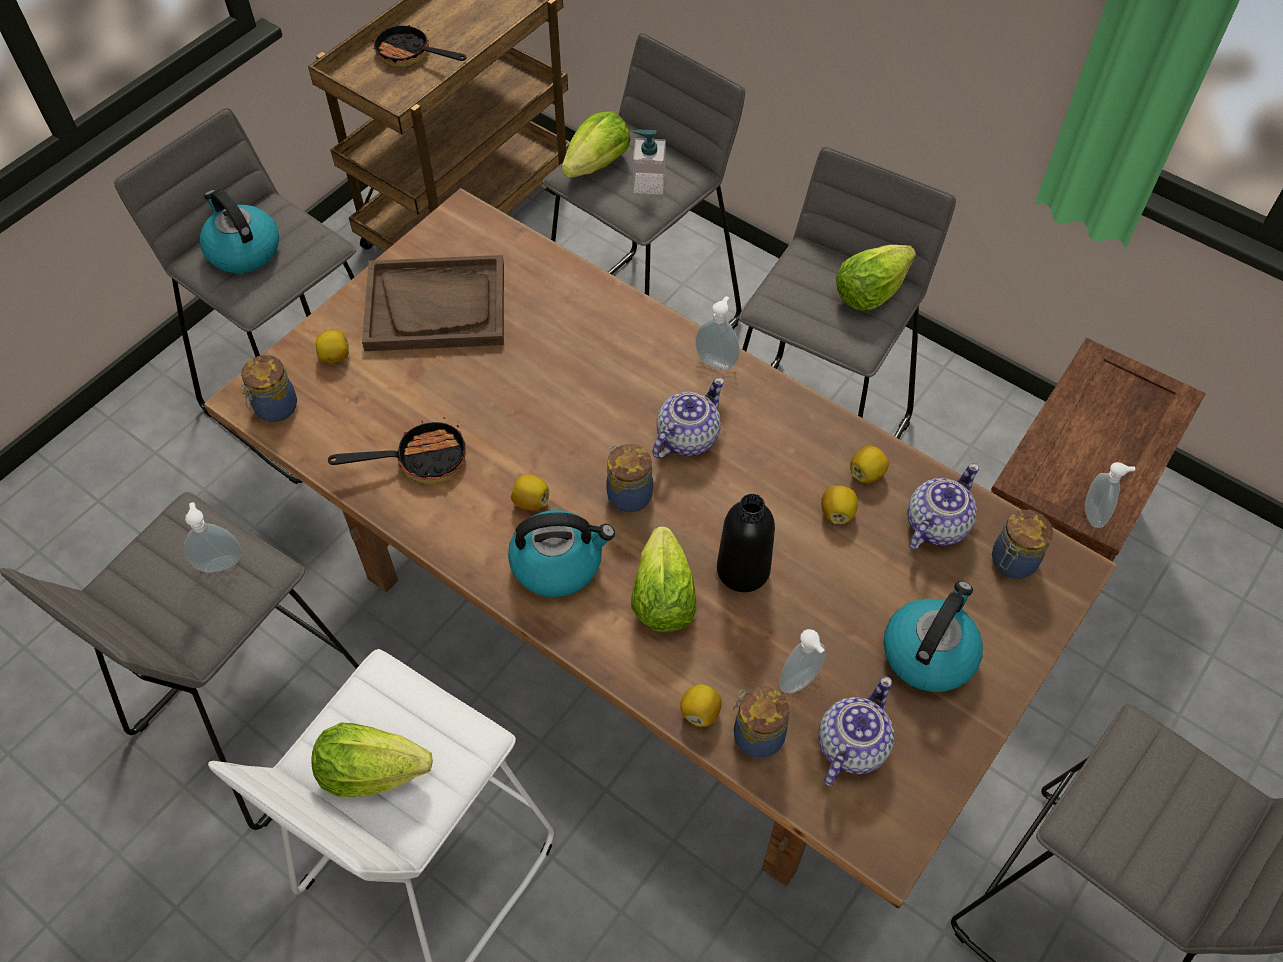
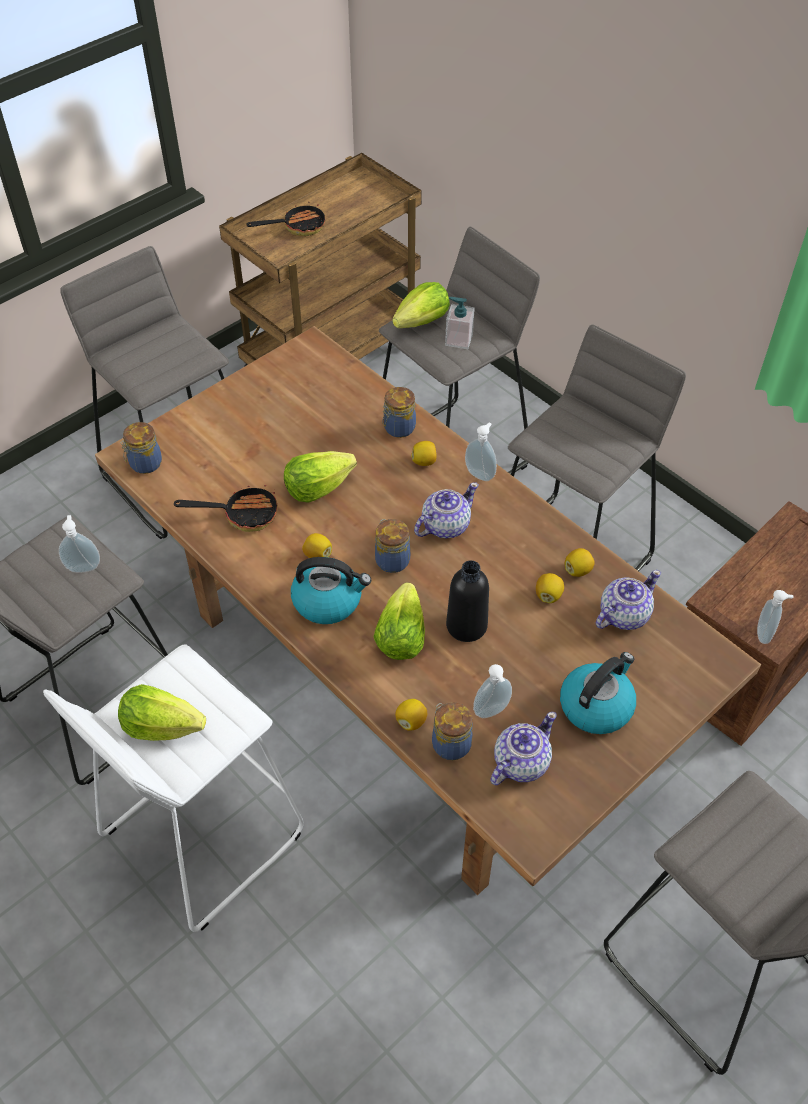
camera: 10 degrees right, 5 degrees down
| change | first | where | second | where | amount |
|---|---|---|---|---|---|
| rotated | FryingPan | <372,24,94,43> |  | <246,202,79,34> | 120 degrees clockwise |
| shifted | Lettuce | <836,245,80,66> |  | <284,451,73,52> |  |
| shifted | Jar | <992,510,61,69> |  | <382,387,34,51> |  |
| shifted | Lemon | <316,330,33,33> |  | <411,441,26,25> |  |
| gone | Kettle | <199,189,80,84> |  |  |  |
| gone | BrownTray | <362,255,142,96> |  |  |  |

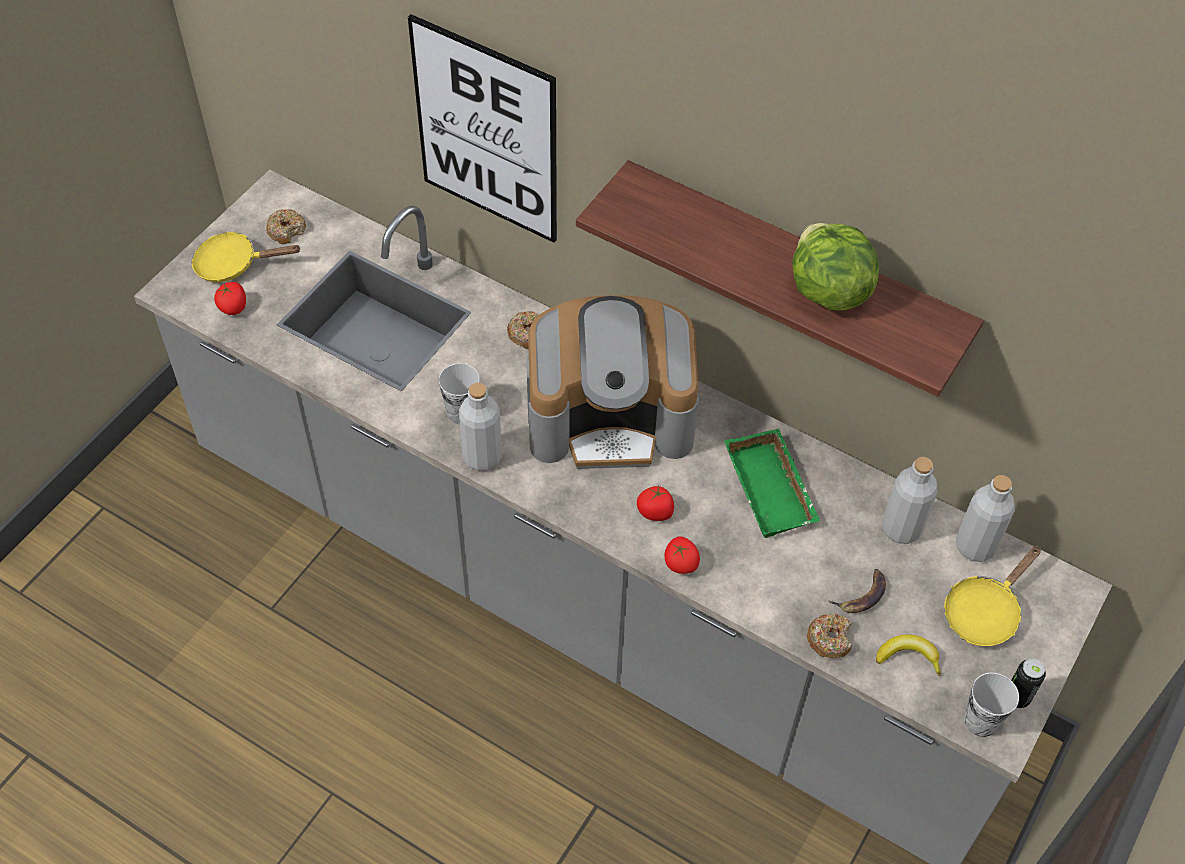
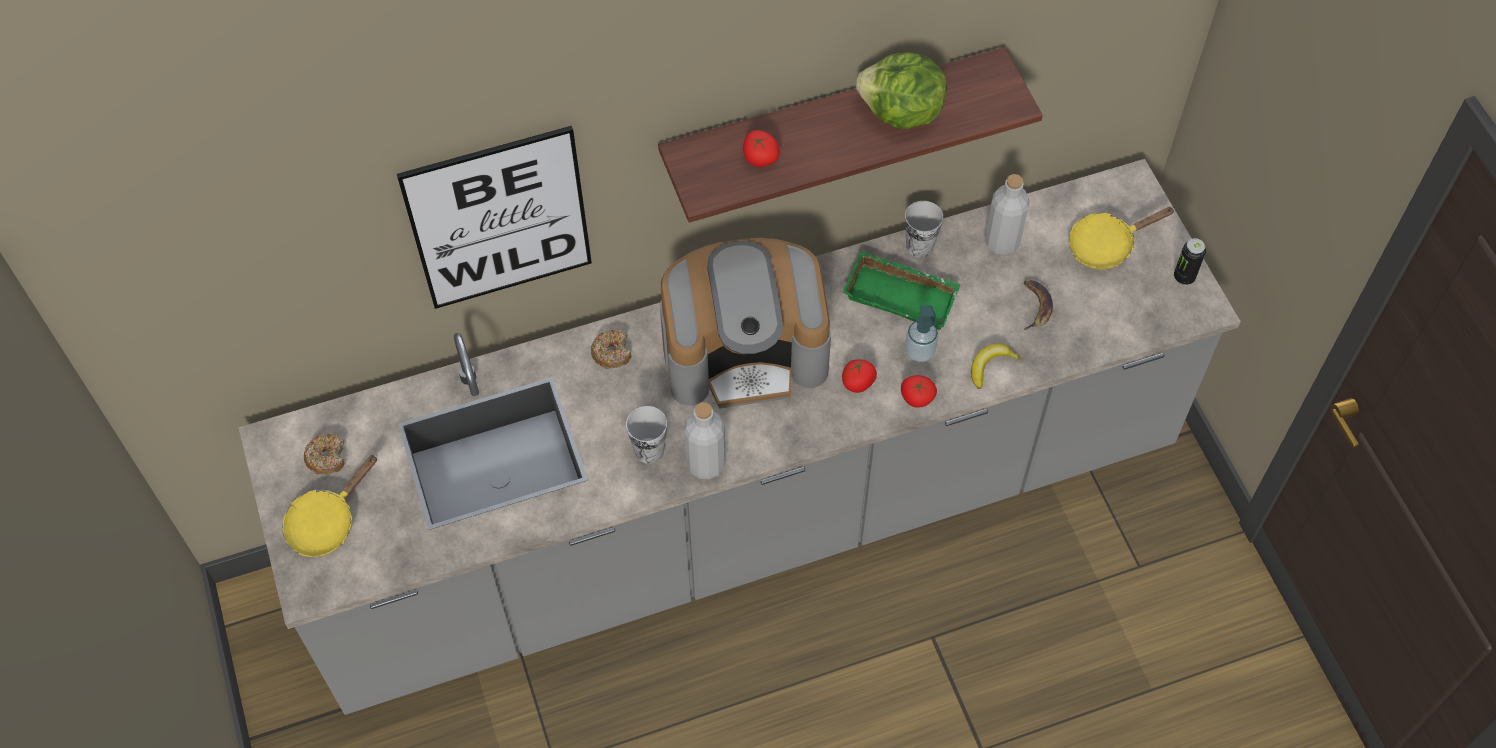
camera: 50 degrees left, 5 degrees up
| change | first | where | second | where | amount |
|---|---|---|---|---|---|
| rotated | CoffeeMachine | <526,295,173,174> |  | <660,238,171,171> | 45 degrees clockwise |
| shifted | Tomato | <214,282,32,33> |  | <743,130,37,37> |  |
| shifted | Cup | <964,672,55,65> |  | <905,201,38,57> |  |
| new |  |  | SoapDispenser | <905,305,33,57> |  |
| shifted | Banana | <876,634,65,42> |  | <971,343,50,46> |  |
| rotated | YellowFryingPan | <944,546,97,100> |  | <1068,207,107,62> | 75 degrees clockwise |
| gone | Donut | <807,614,45,44> |  |  |  |
| gone | GreyBottle | <956,475,59,87> |  |  |  |

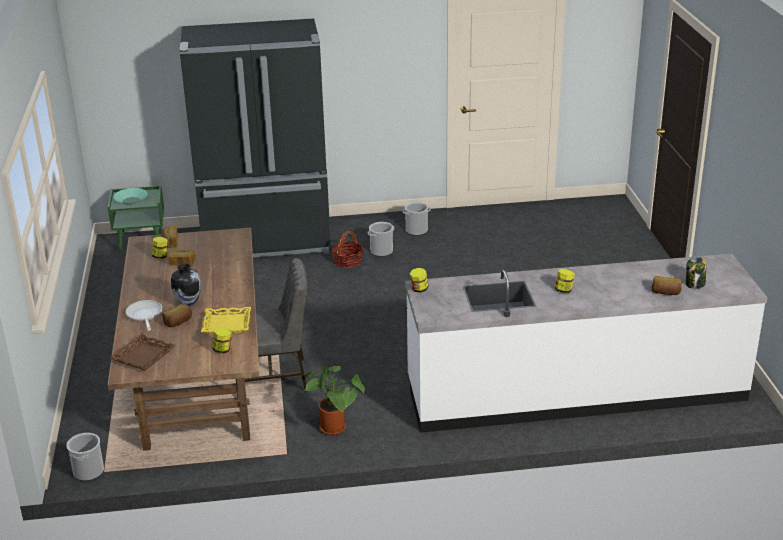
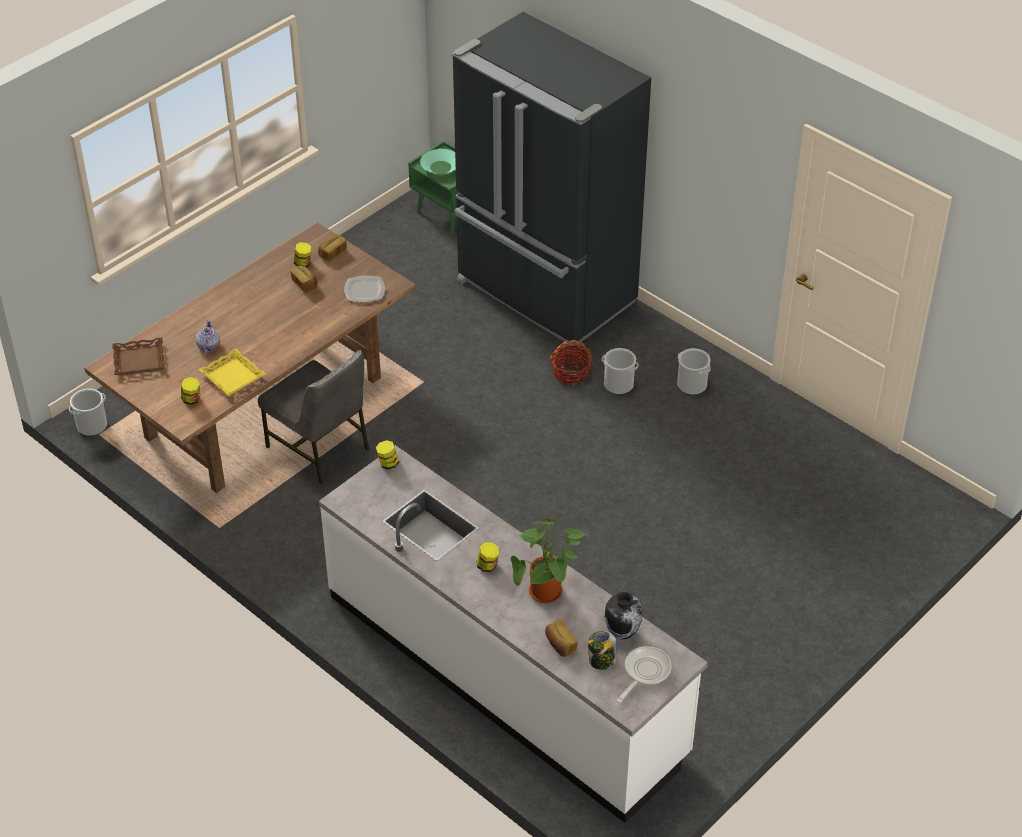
camera: 50 degrees right, 15 degrees up
| change | first | where | second | where | amount |
|---|---|---|---|---|---|
| swapped | Bread | <162,304,30,23> | Teapot | <196,320,24,34> |  |
| new |  |  | Plate | <344,275,41,27> |  |
| shifted | PottedPlant | <305,365,60,70> |  | <511,518,74,85> |  |
| shifted | Vase | <171,263,30,44> |  | <605,592,37,48> |  |
| shifted | FryingPan | <126,300,36,31> |  | <617,646,55,57> |  |

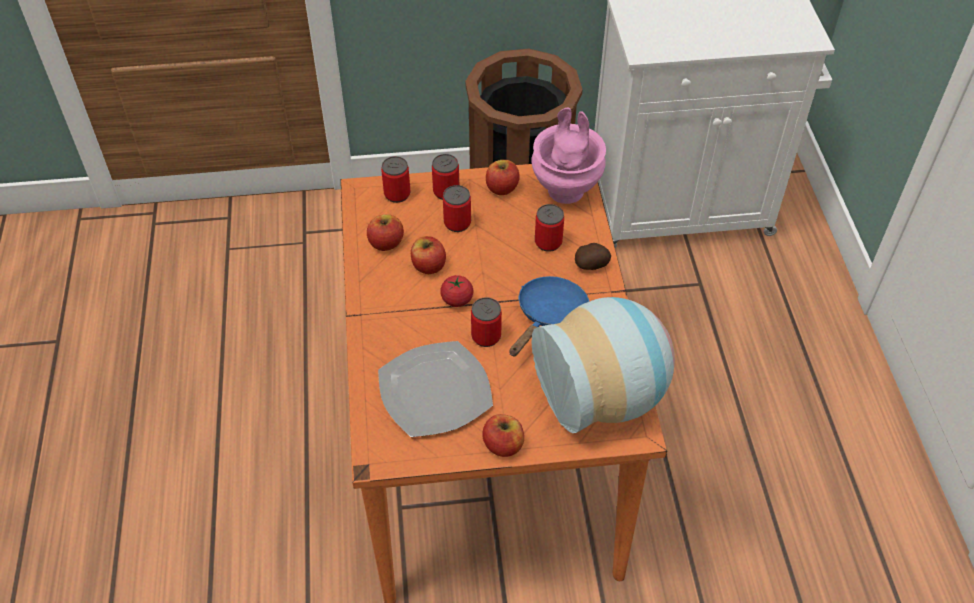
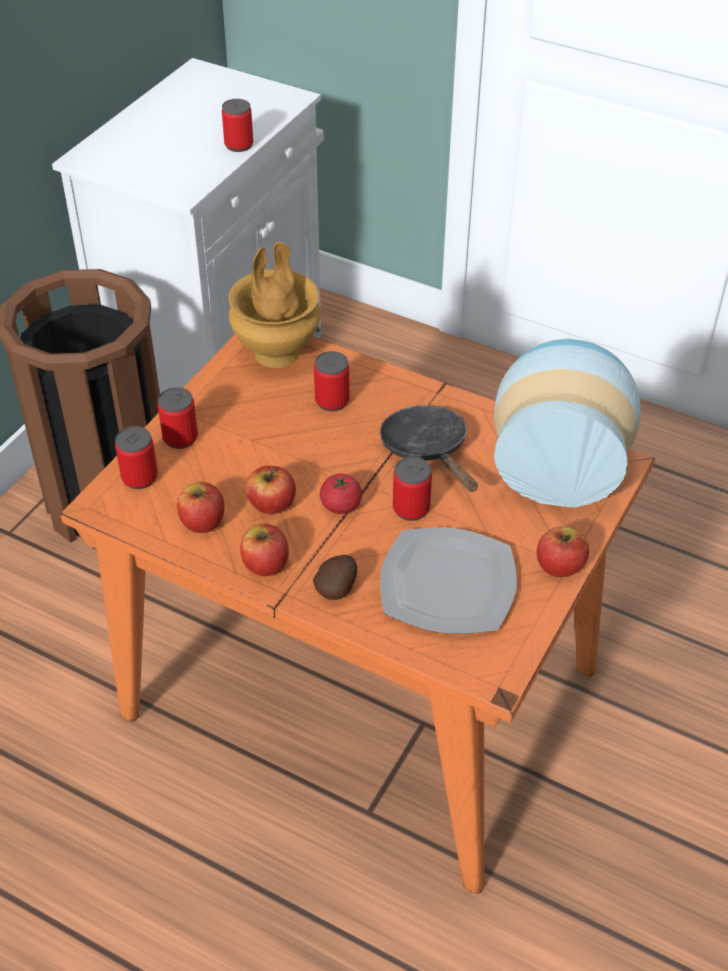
camera: 55 degrees left, 5 degrees down
| change | first | where | second | where | amount |
|---|---|---|---|---|---|
| shifted | Can | <443,185,28,47> |  | <222,99,31,53> |  |
| repainted | PinkVase | <531,108,75,96> | BrownVase | <229,242,92,126> |  |
| shifted | Apple | <486,160,34,35> |  | <240,523,49,53> |  |
| shifted | Potato | <575,243,36,27> |  | <313,555,44,45> |  |
| repainted | BlueFryingPan | <509,276,80,80> | BlackFryingPan | <380,405,98,87> |  |

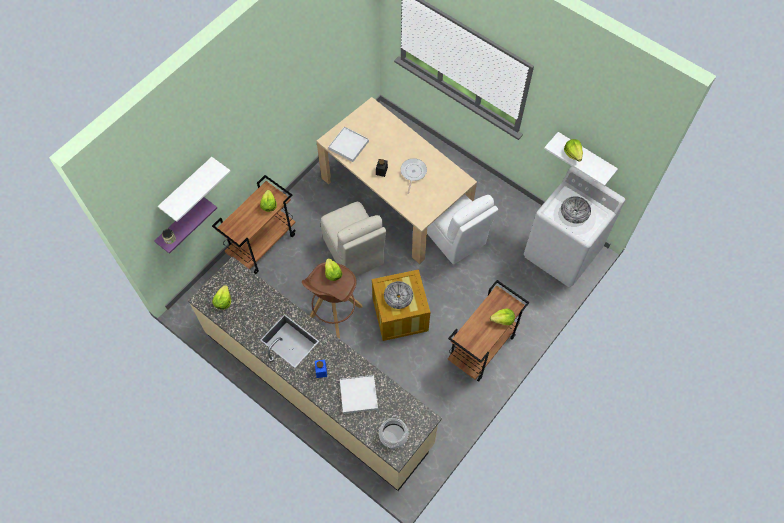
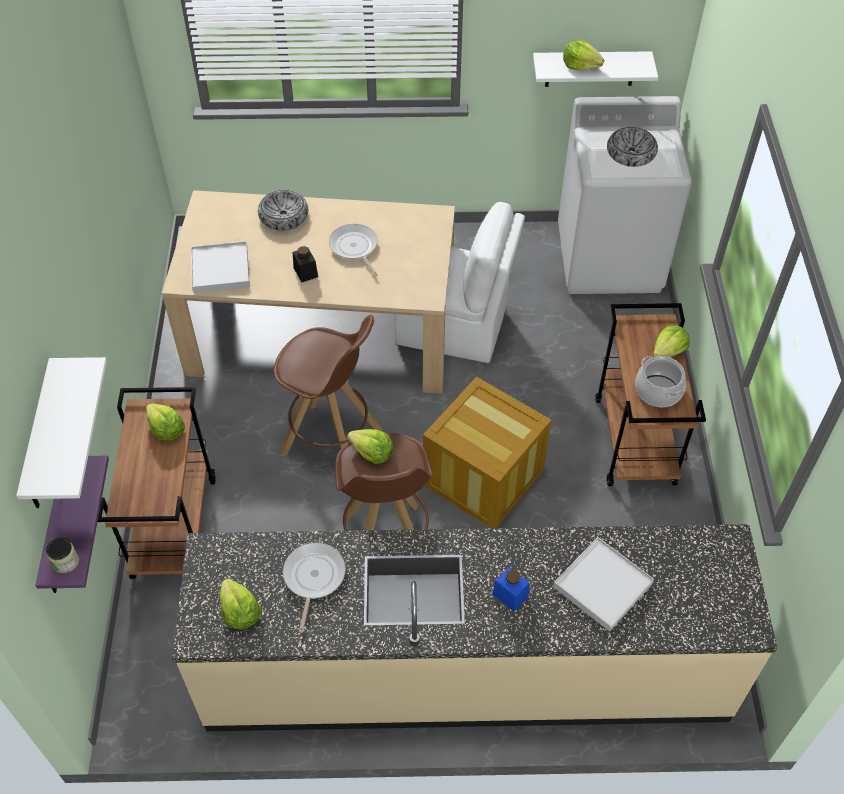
camera: 40 degrees left, 10 degrees down
| change | first | where | second | where | amount |
|---|---|---|---|---|---|
| shifted | Bowl | <384,281,29,28> |  | <258,190,50,41> |  |
| swapped | BeigeChair | <321,202,65,75> | BrownStool | <273,315,109,142> |  |
| new |  |  | FryingPan | <283,542,63,91> |  |
| shifted | CookingPot | <379,415,29,34> |  | <635,356,51,51> |  |

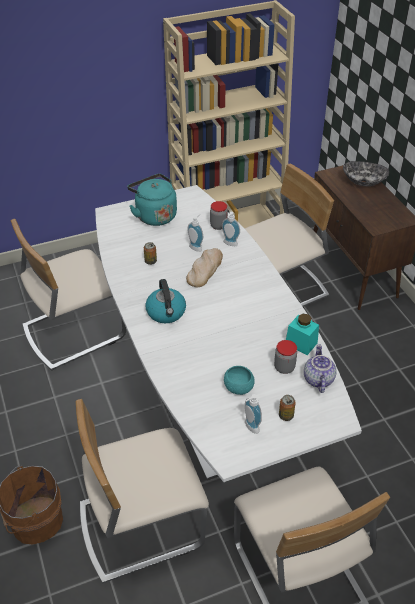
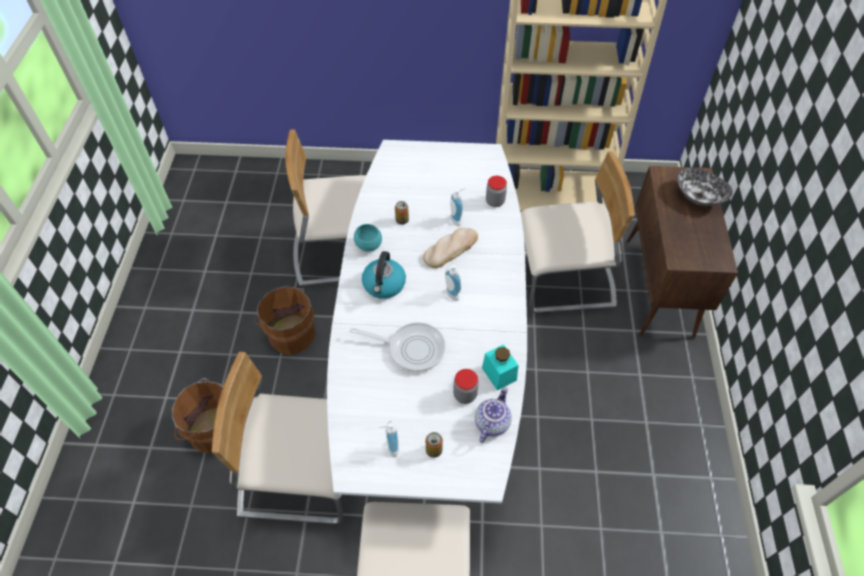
camera: 25 degrees right, 10 degrees up
| change | first | where | second | where | amount |
|---|---|---|---|---|---|
| new |  |  | BrownBucket | <254,286,62,69> |  |
| new |  |  | FryingPan | <349,322,97,50> |  |
| shifted | TurquoiseBowl | <224,366,31,29> |  | <354,224,28,28> |  |
| shifted | SoapDispenser | <222,212,18,34> |  | <445,265,16,36> |  |
| gone | TurquoiseKettle | <127,174,50,52> |  |  |  |

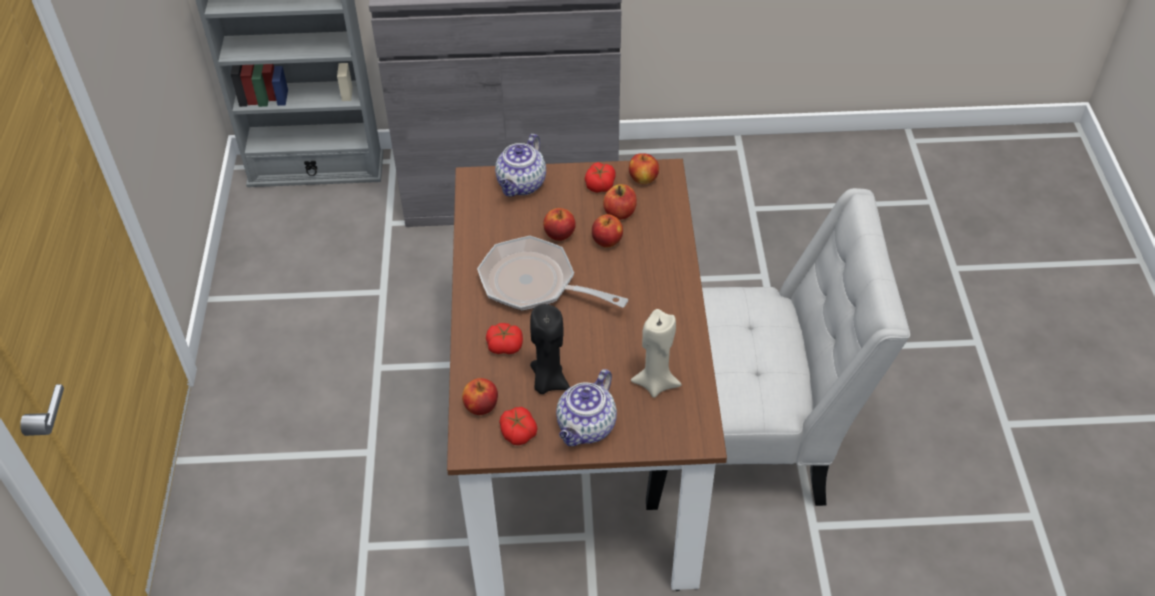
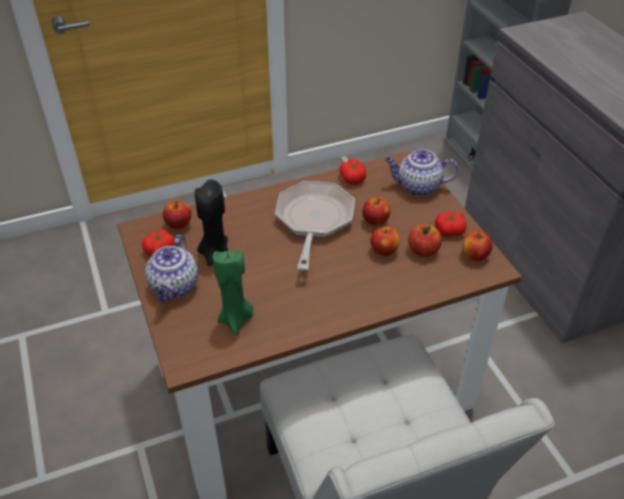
camera: 70 degrees right, 5 degrees down
| change | first | where | second | where | amount |
|---|---|---|---|---|---|
| rotated | Teapot | <556,369,61,77> |  | <145,235,53,67> | 90 degrees counterclockwise |
| repainted | BeigeCandle | <631,309,51,89> | GreenCandle | <213,250,40,85> |  |
| shifted | Tomato | <486,323,37,31> |  | <339,159,27,25> |  |

